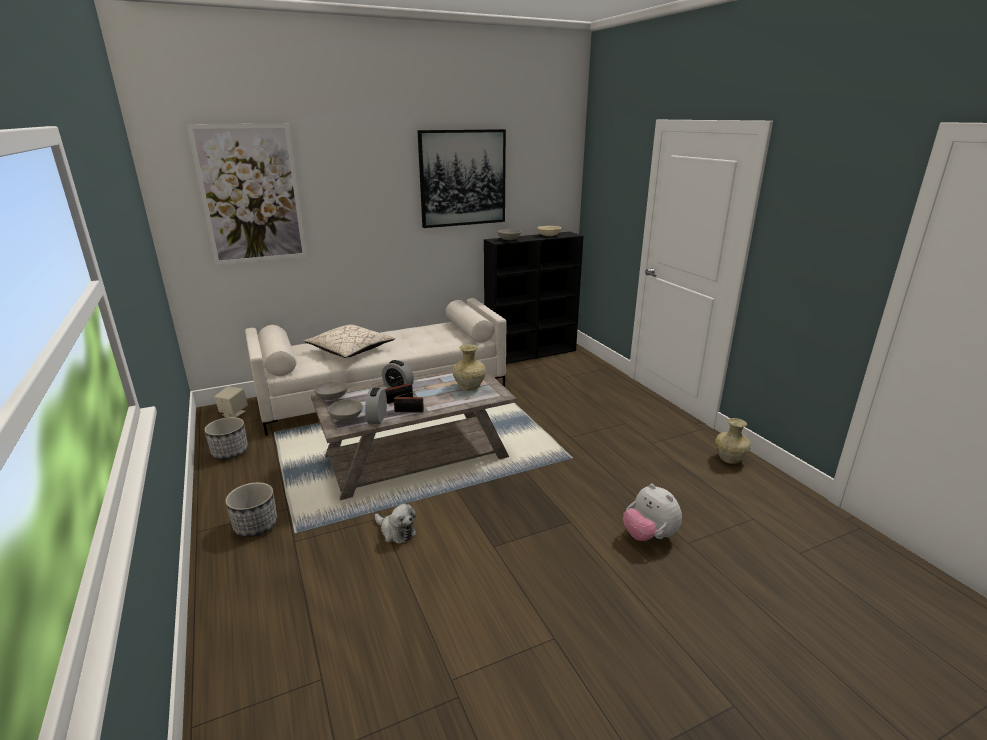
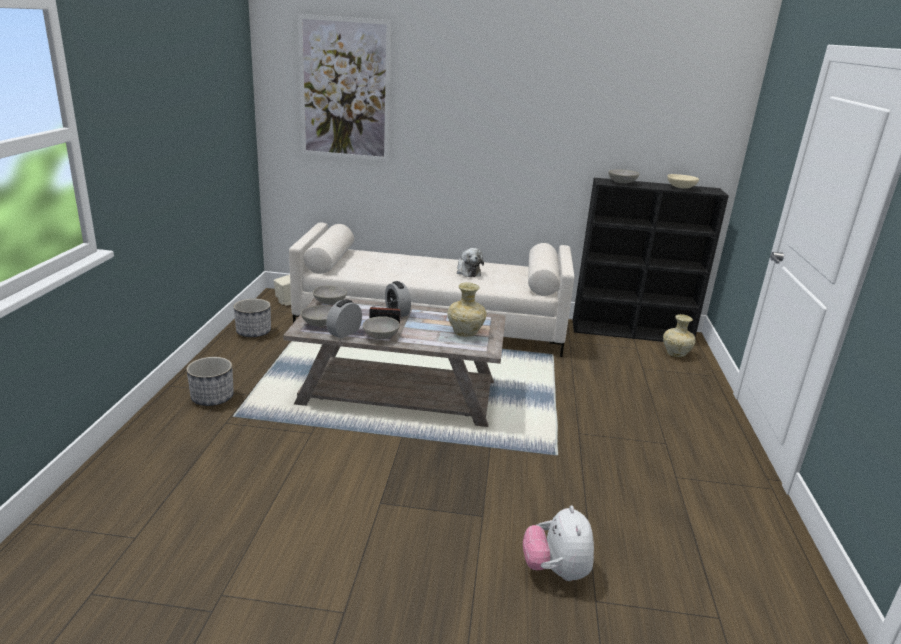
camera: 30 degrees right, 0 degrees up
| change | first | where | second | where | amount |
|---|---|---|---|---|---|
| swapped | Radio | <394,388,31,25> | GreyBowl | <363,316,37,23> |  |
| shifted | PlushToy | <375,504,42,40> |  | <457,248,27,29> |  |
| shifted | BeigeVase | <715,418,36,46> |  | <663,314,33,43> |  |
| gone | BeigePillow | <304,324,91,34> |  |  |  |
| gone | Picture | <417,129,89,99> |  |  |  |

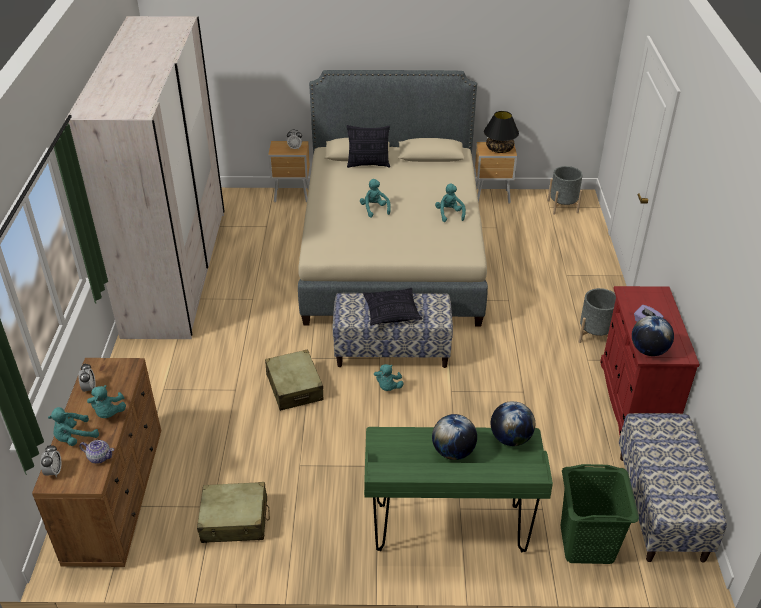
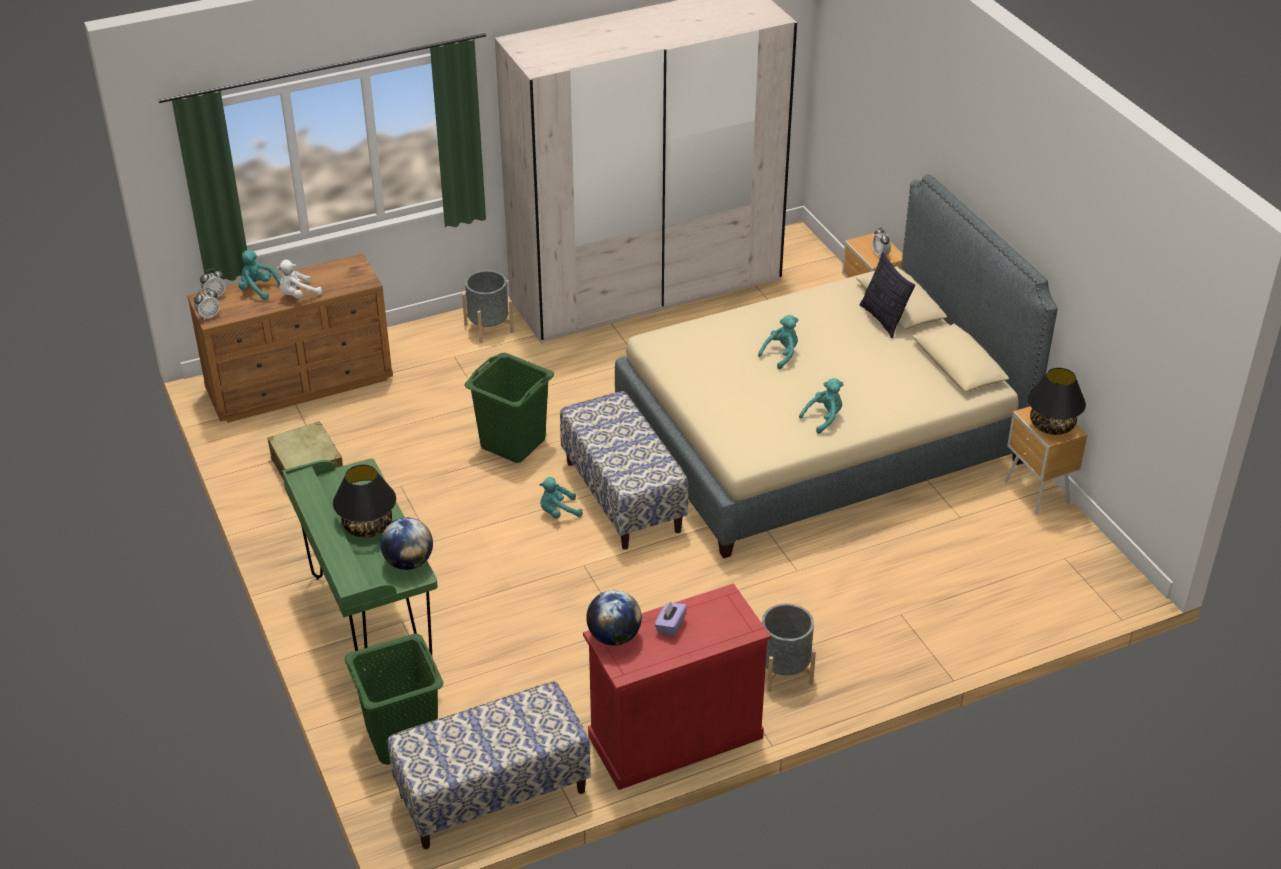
camera: 65 degrees right, 0 degrees up
| change | first | where | second | where | amount |
|---|---|---|---|---|---|
| shifted | AlarmClock | <78,363,18,29> |  | <194,288,26,32> |  |
| repainted | TurquoisePlushToy | <87,385,39,33> | WhitePlushToy | <276,260,46,39> |  |
| swapped | Globe | <432,414,45,46> | BlackTableLamp | <333,465,63,72> |  |
| shifted | GreyPlanter | <547,166,36,48> |  | <462,270,52,73> |  |
| swapped | BeigeSuitcase | <265,349,59,62> | GreenLaundryBasket | <464,353,90,110> |  |
| gone | Teapot | <79,440,35,24> |  |  |  |
| gone | Pillow | <363,288,59,38> |  |  |  |

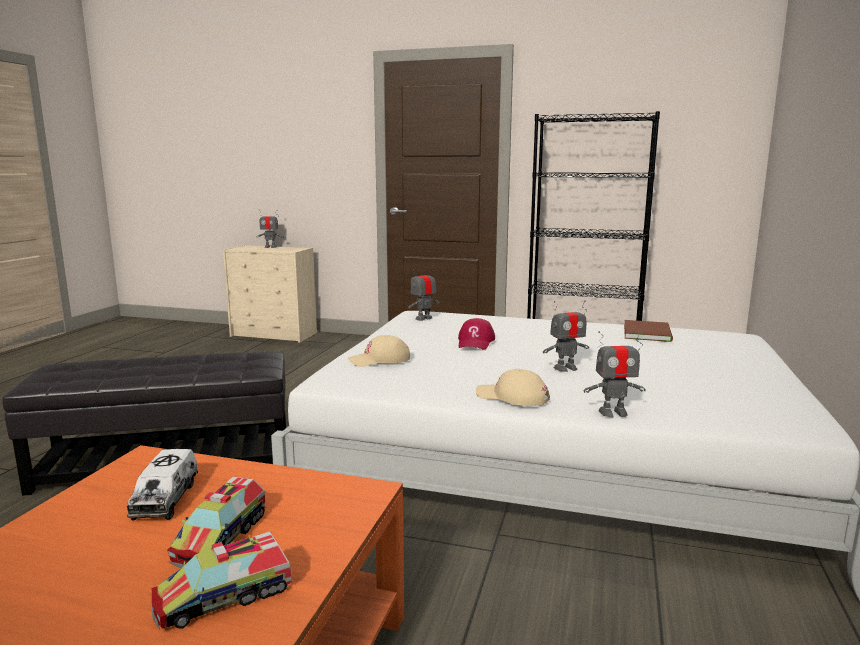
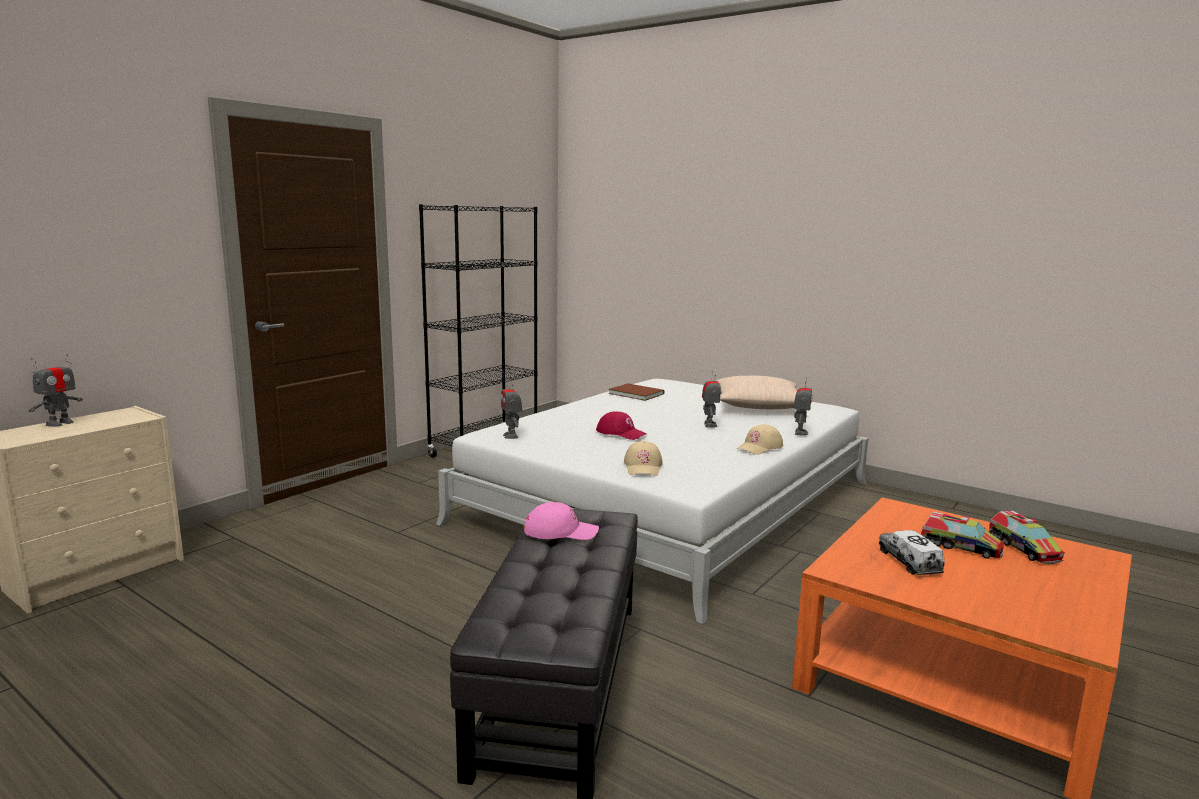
camera: 70 degrees left, 0 degrees up
| change | first | where | second | where | amount |
|---|---|---|---|---|---|
| new |  |  | PinkCap | <524,502,75,38> |  |
| new |  |  | BeigePillow | <716,376,81,33> |  |
| rotated | ToyTruck | <127,449,71,71> |  | <879,530,66,45> | 120 degrees counterclockwise |

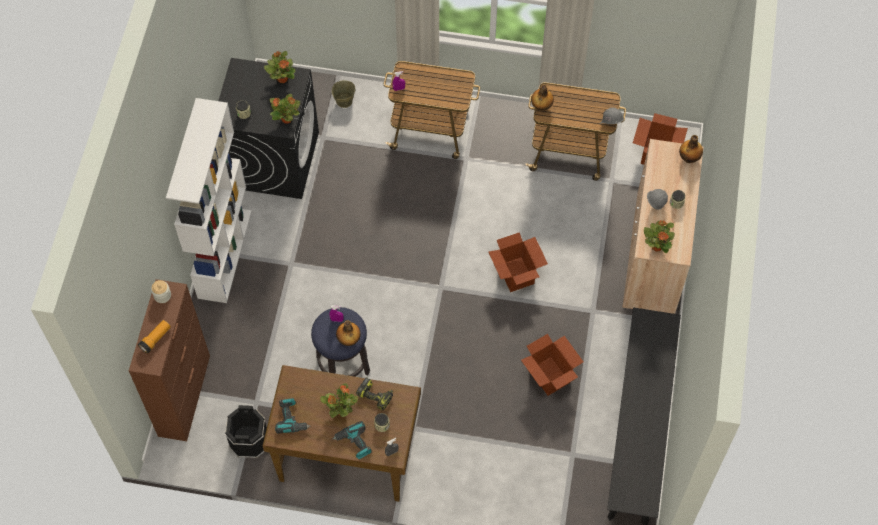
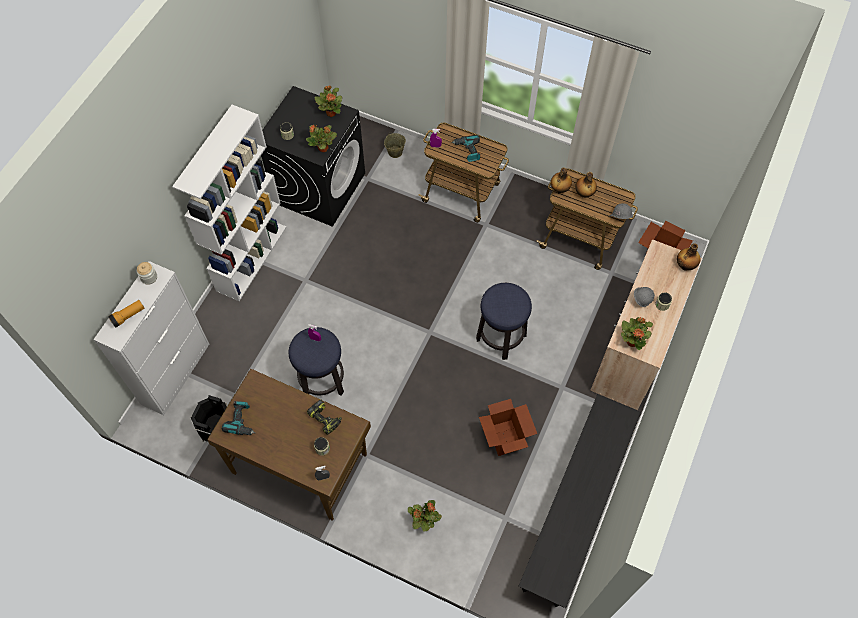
camera: 15 degrees right, 0 degrees up
| change | first | where | second | where | amount |
|---|---|---|---|---|---|
| repainted | BrownCabinet | <129,279,81,162> | WhiteCabinet | <93,261,116,154> |  |
| shifted | PottedPlant | <320,383,38,35> |  | <408,500,34,32> |  |
| shifted | PowerDrill | <332,421,40,38> |  | <451,135,29,27> |  |
| swapped | CardboardBox | <489,232,59,60> | Stool | <476,283,56,77> |  |
| shifted | Bottle | <336,320,25,26> |  | <575,172,22,26> |  |

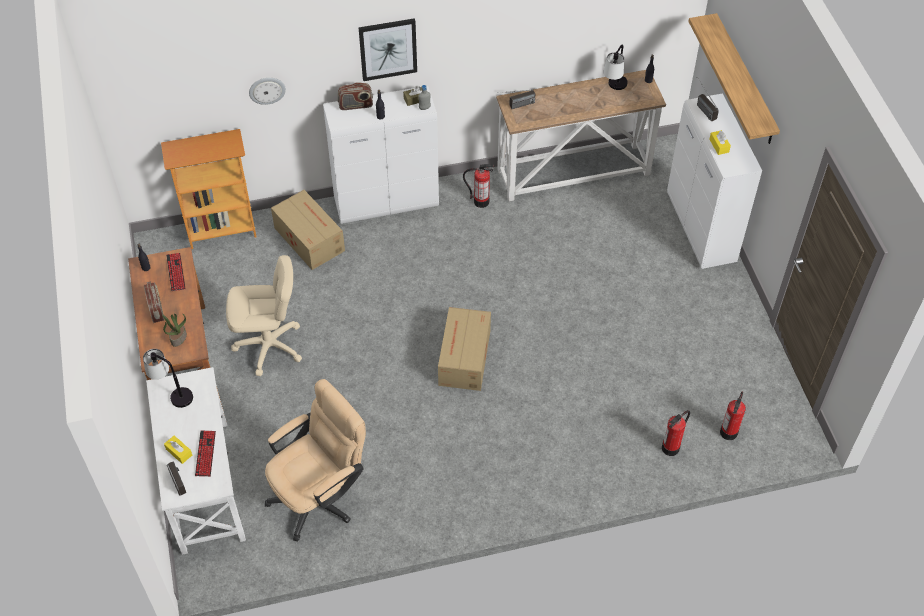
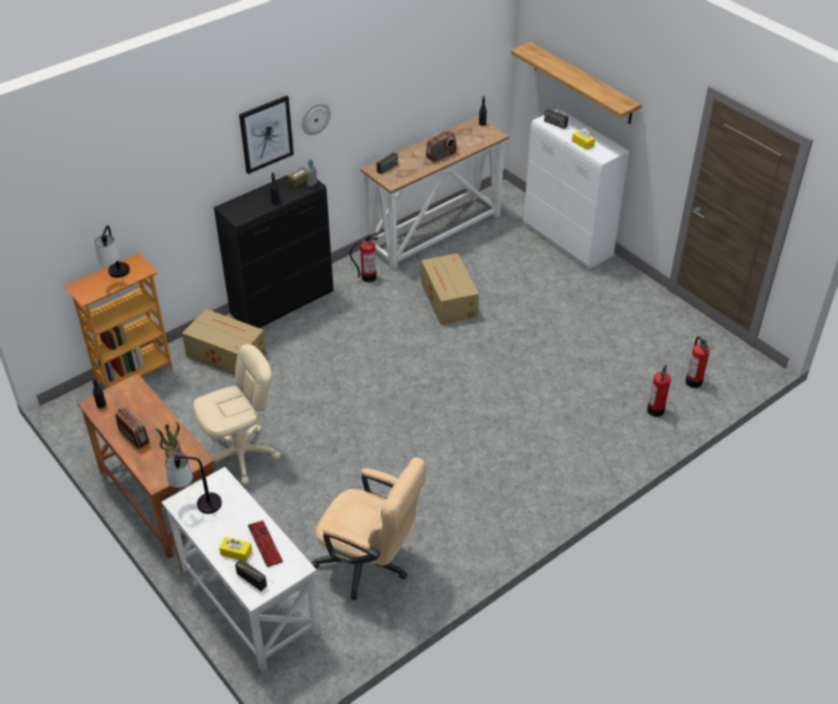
camera: 25 degrees left, 10 degrees down
| change | first | where | second | where | amount |
|---|---|---|---|---|---|
| shifted | TableLamp | <604,45,24,45> |  | <94,225,36,53> |  |
| repainted | WhiteCabinet | <323,86,116,138> | BlackCabinet | <214,176,119,152> |  |
| shifted | WallClock | <249,78,37,27> |  | <302,103,29,32> |  |
| rotated | BeigeOfficeChair | <265,379,101,162> |  | <312,457,114,143> | 90 degrees clockwise |
| shifted | CardboardBox | <438,307,53,84> |  | <421,253,58,72> |  |
| shifted | Radio | <337,82,36,28> |  | <426,131,31,31> |  |
| gone | Keyboard | <166,253,20,38> |  |  |  |

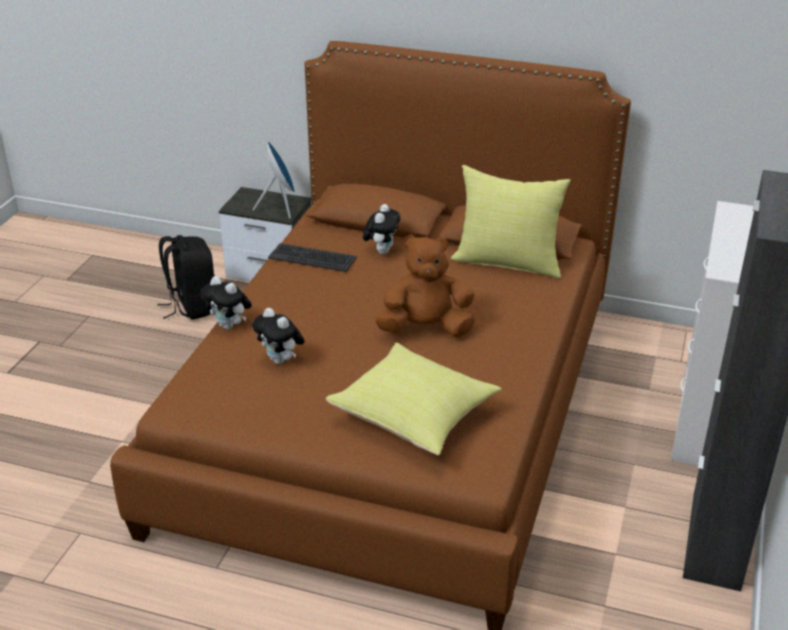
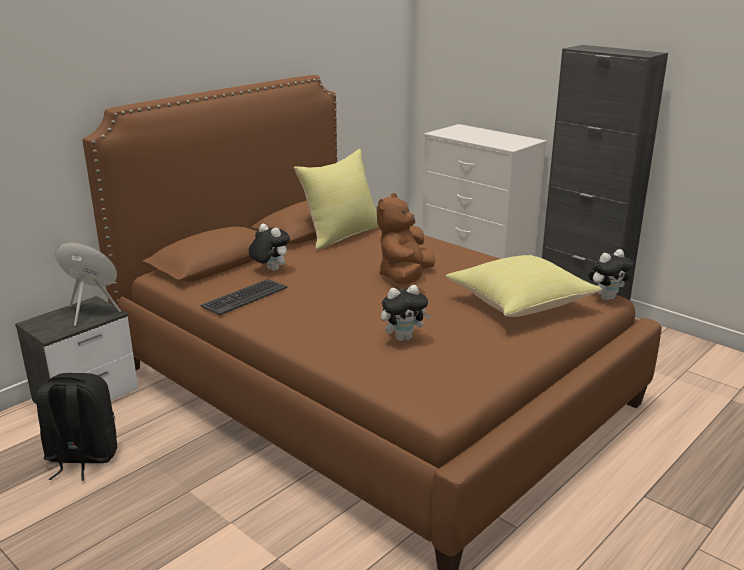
camera: 65 degrees left, 10 degrees down
| change | first | where | second | where | amount |
|---|---|---|---|---|---|
| shifted | PlushToy | <201,276,51,54> |  | <588,249,46,51> |  |

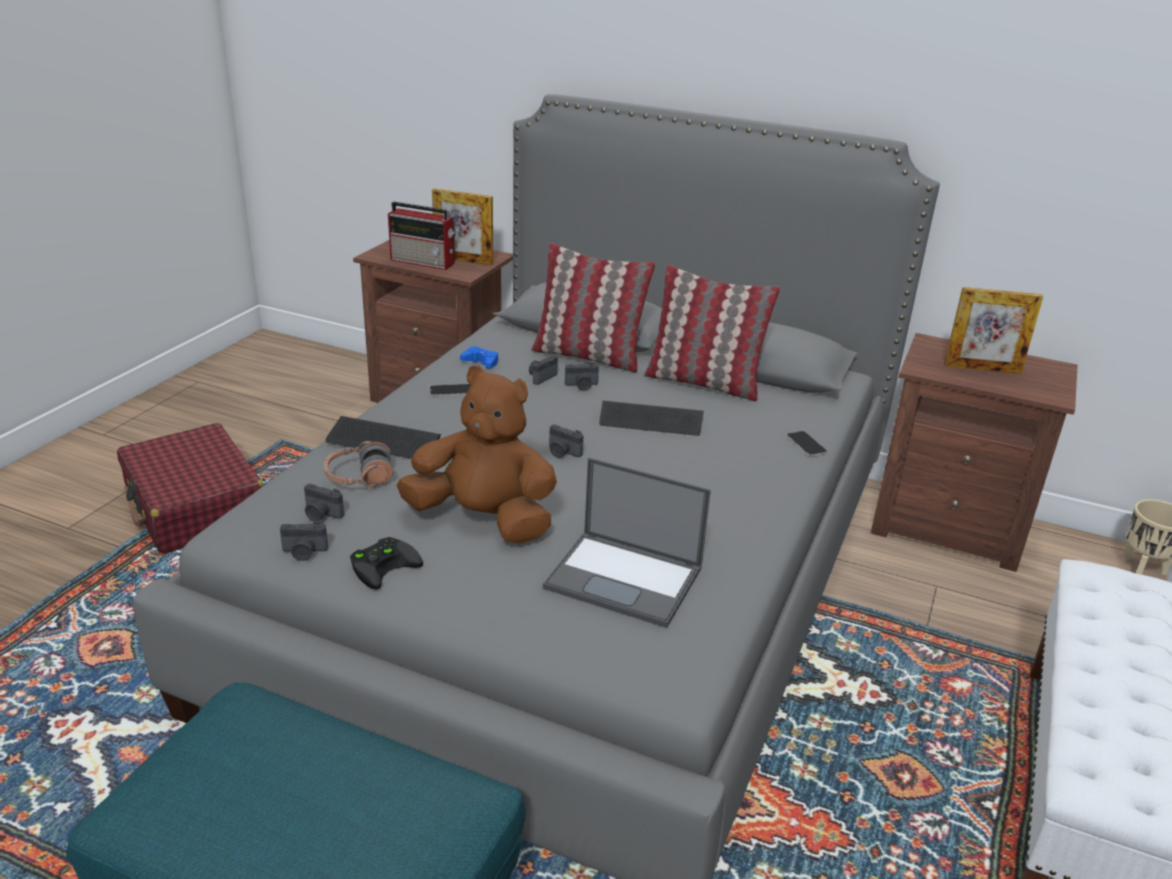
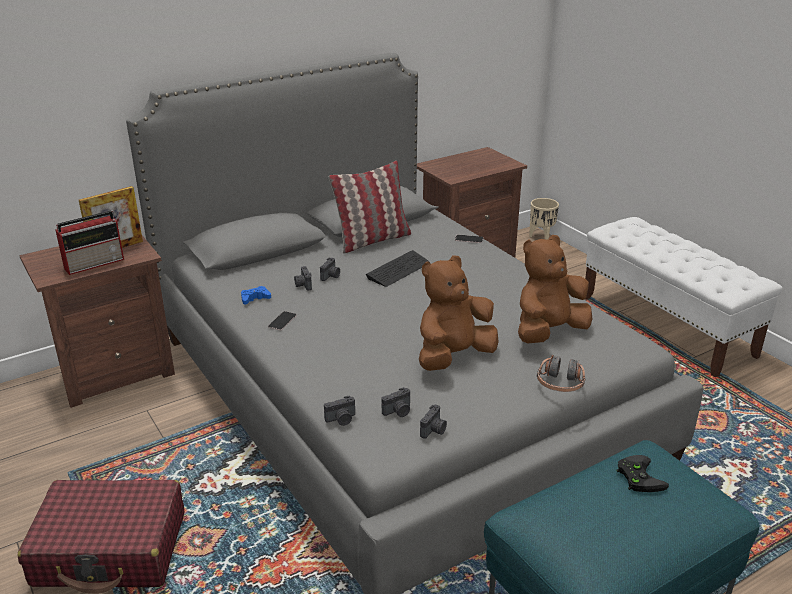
camera: 55 degrees left, 0 degrees up
| change | first | where | second | where | amount |
|---|---|---|---|---|---|
| shifted | PhotoCamera | <549,424,34,34> |  | <324,396,31,30> |  |
| swapped | Laptop | <543,457,168,171> | BrownPlushToy | <518,235,74,108> |  |
| shifted | Headphones | <324,441,70,47> |  | <537,355,48,37> |  |
| shifted | BlackGameController | <350,537,73,53> |  | <617,455,52,37> |  |
| gone | Keyboard | <325,416,116,43> |  |  |  |
| gone | Pillow | <531,243,124,130> |  |  |  |
| gone | PictureFrame | <944,287,99,87> |  |  |  |

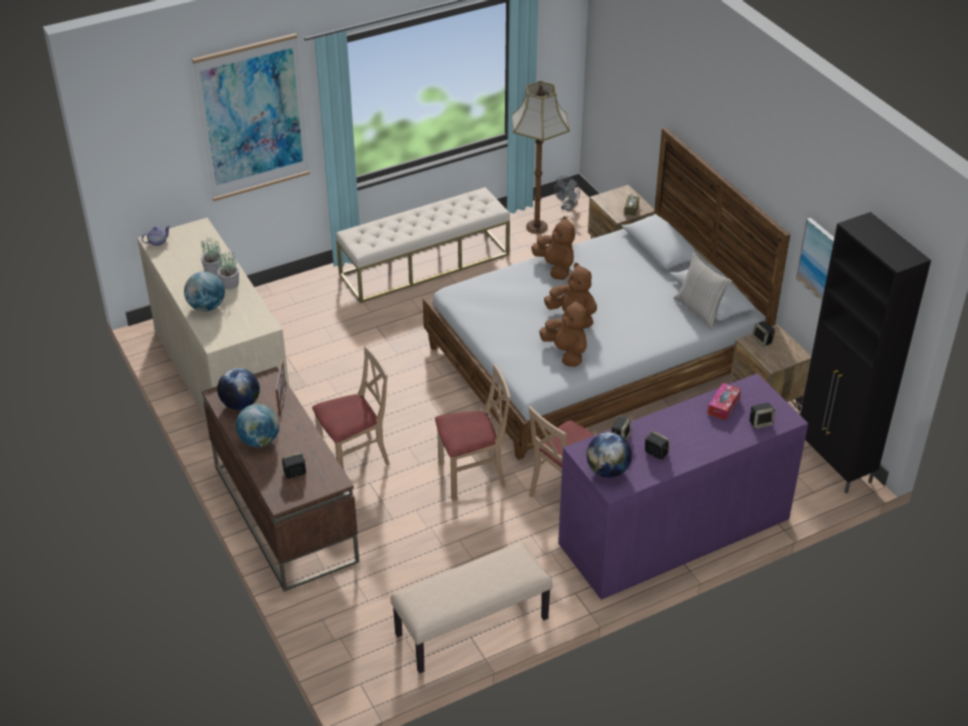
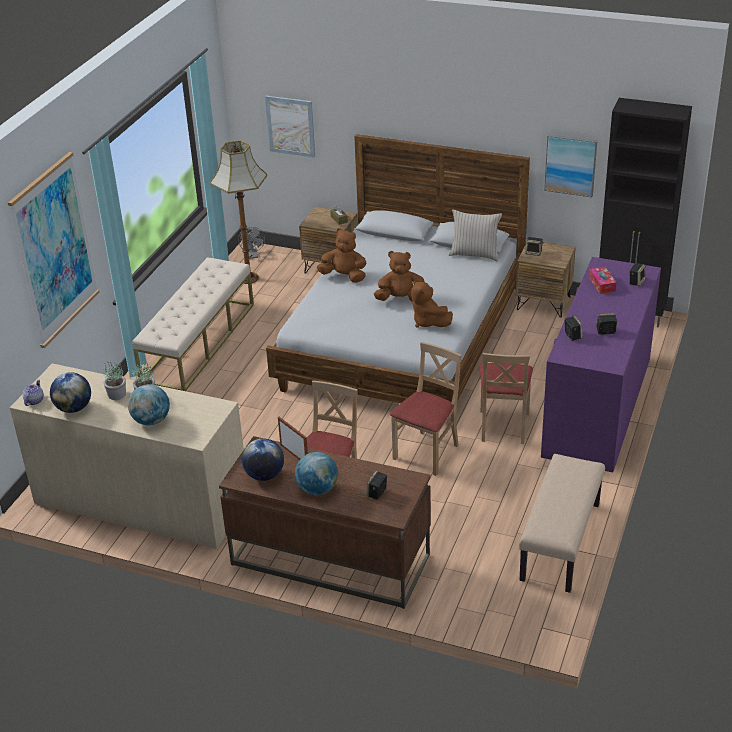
camera: 40 degrees left, 5 degrees down
| change | first | where | second | where | amount |
|---|---|---|---|---|---|
| shifted | Globe | <587,432,45,46> |  | <50,372,41,41> |  |
| new |  |  | Picture | <265,96,50,62> |  |
| rotated | BrownPlushToy | <539,298,48,69> |  | <411,280,42,48> | 135 degrees counterclockwise |

